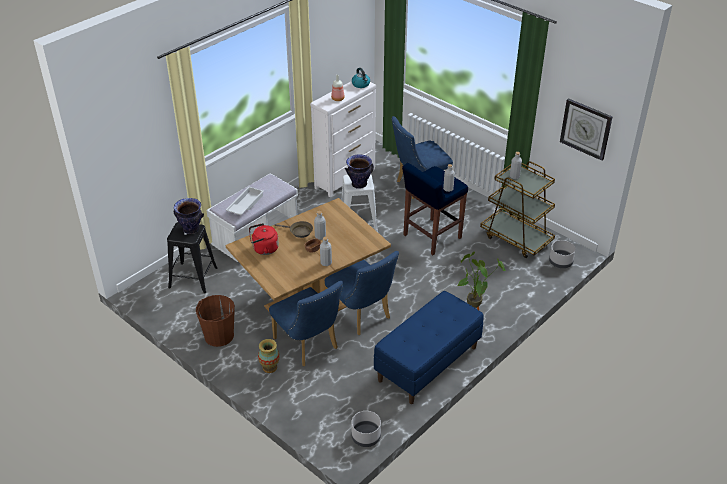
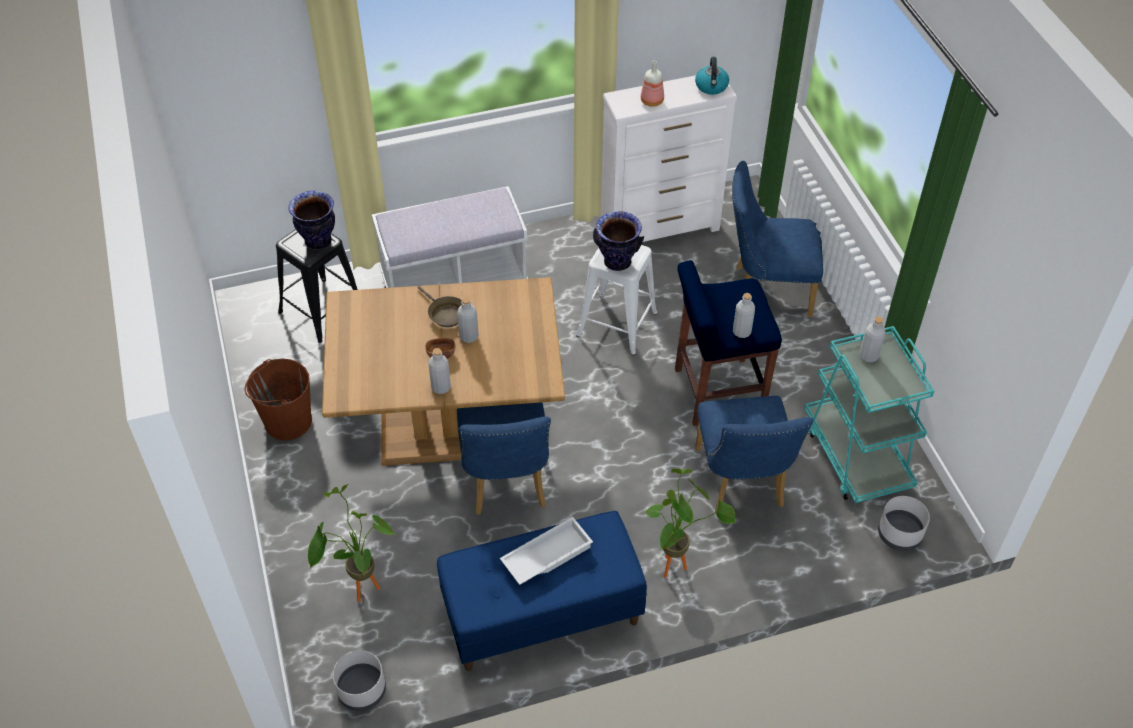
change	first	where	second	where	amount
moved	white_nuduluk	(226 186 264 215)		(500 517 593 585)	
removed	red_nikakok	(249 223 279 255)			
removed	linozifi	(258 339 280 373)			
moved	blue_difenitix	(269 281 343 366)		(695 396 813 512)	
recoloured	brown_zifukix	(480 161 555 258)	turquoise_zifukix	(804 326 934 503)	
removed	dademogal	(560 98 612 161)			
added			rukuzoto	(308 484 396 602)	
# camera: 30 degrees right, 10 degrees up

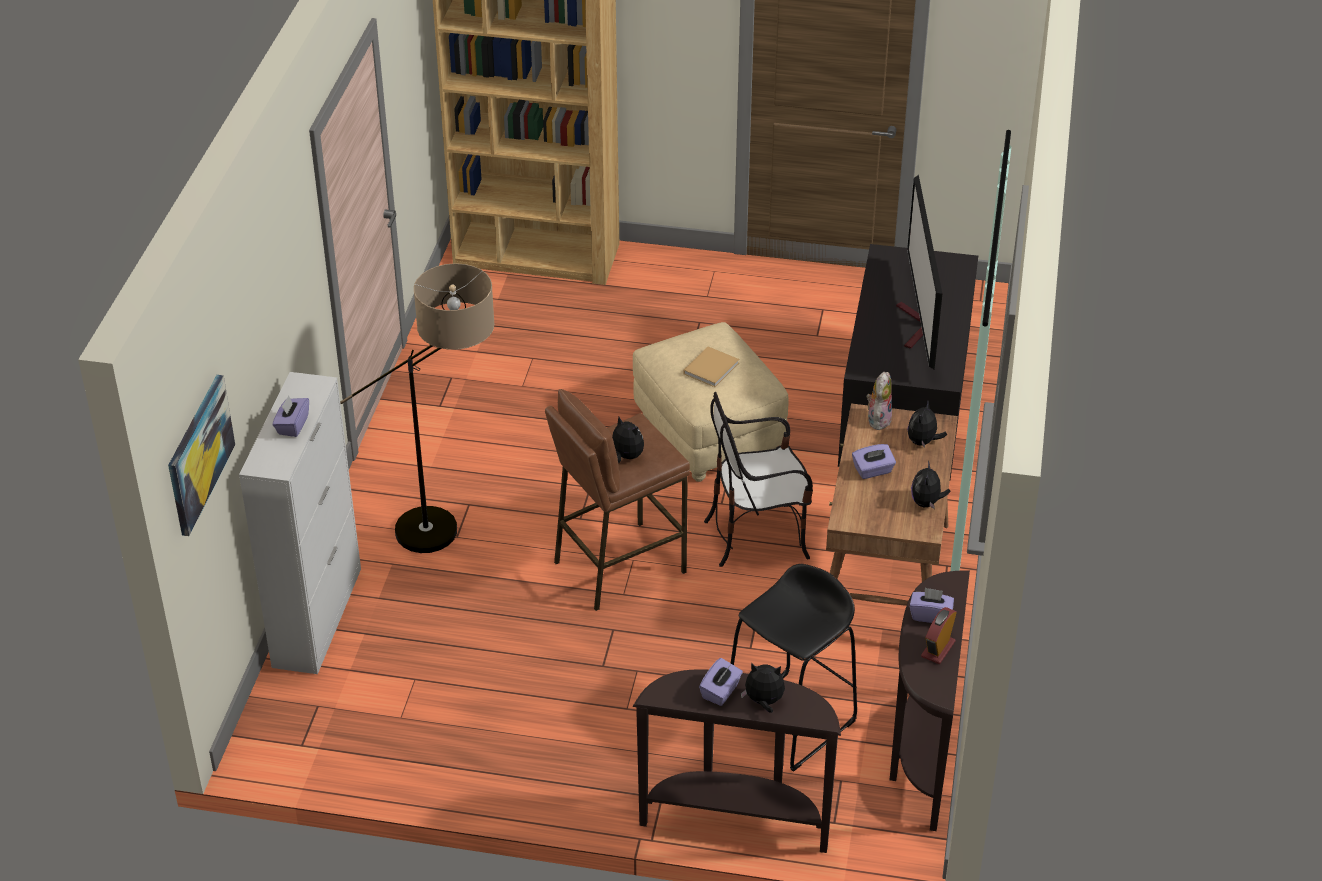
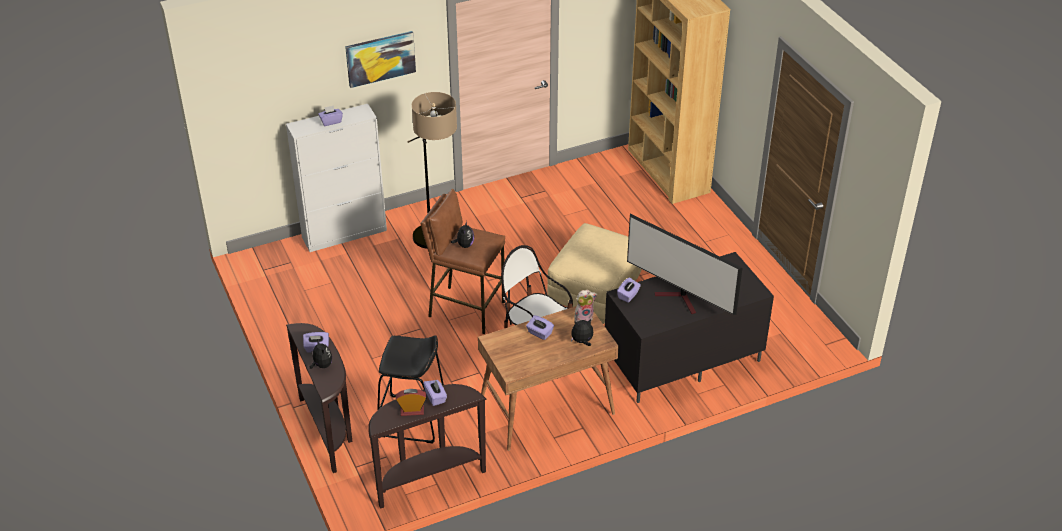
change	first	where	second	where	amount
moved	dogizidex	(168 375 235 536)		(345 31 416 88)	
removed	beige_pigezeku	(683 346 739 387)			
turned	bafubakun	(896 175 942 370)		(627 214 743 315)	105 degrees counterclockwise
removed	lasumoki	(911 460 951 509)			
added			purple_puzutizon	(617 277 641 303)	
# camera: 55 degrees right, 0 degrees up

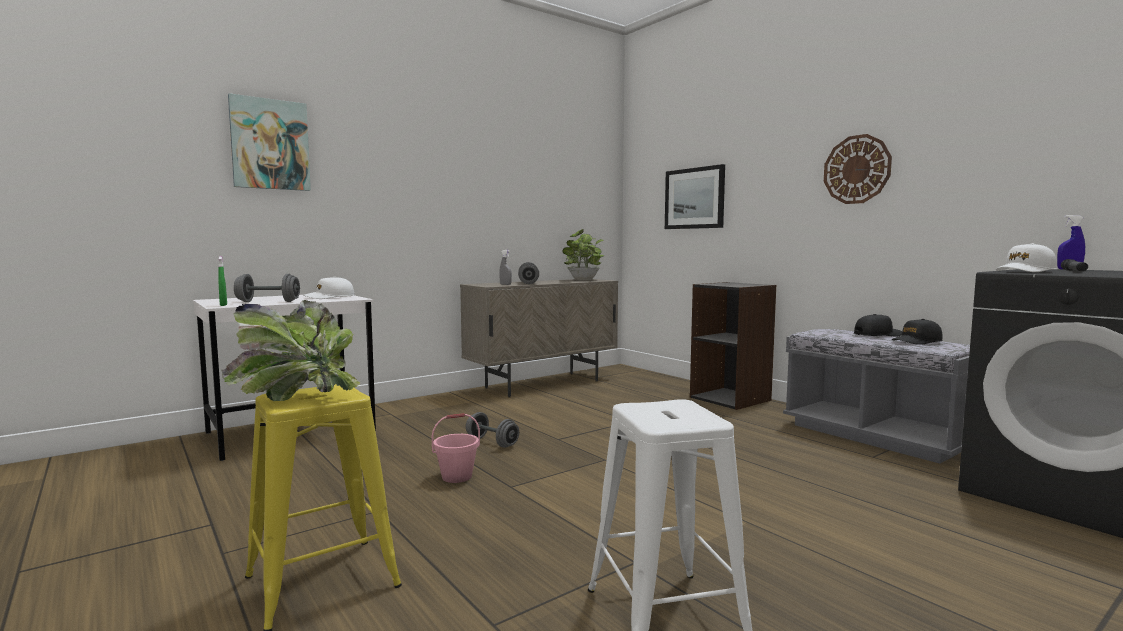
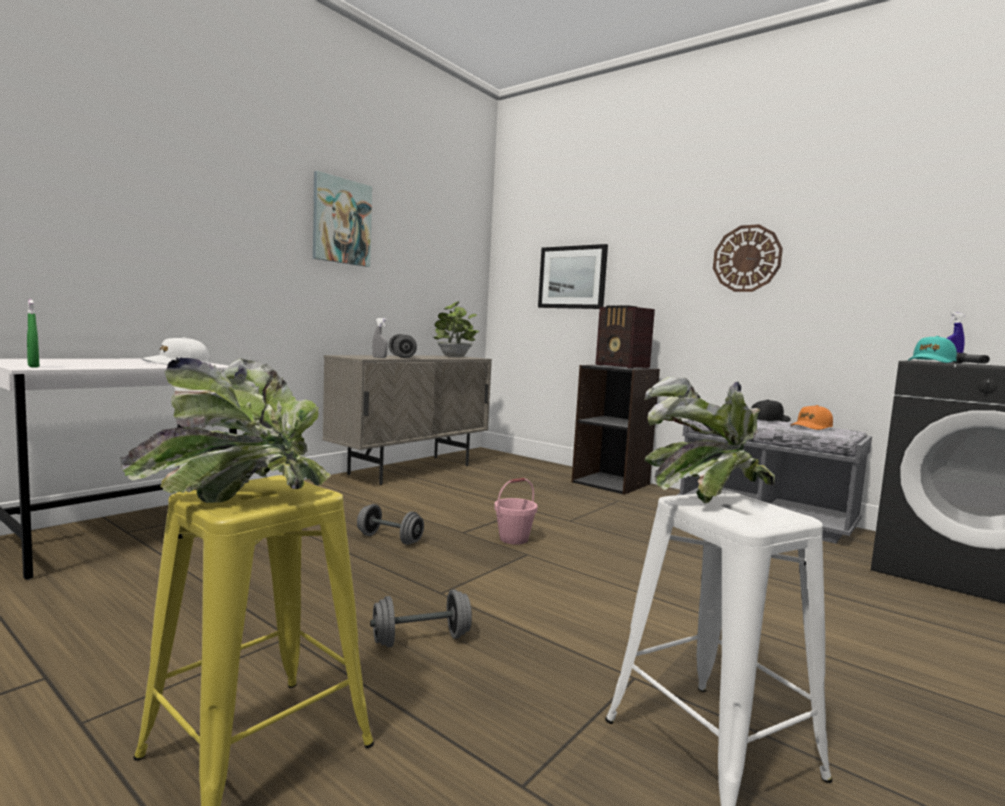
change	first	where	second	where	amount
moved	dogizidex	(228 93 311 191)		(313 171 372 267)	
moved	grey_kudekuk	(234 274 300 302)		(370 589 472 647)	
moved	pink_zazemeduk	(432 413 480 483)		(494 478 538 545)	
recoloured	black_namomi	(892 319 942 345)	orange_namomi	(791 405 833 430)	
recoloured	white_namomi	(996 243 1057 272)	turquoise_namomi	(908 336 957 363)	
added			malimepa	(596 305 655 369)	
added			rukuzoto	(644 377 775 503)	
# camera: 15 degrees left, 0 degrees up

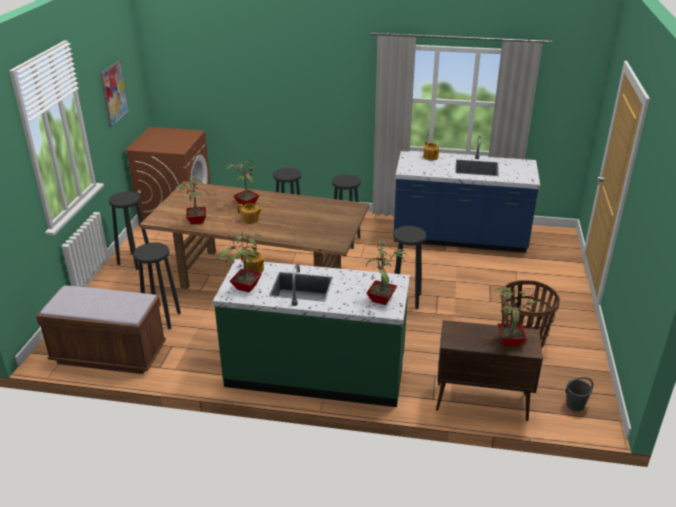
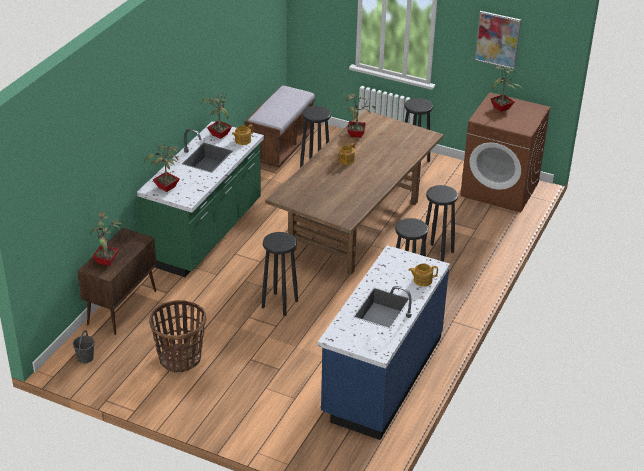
change	first	where	second	where	amount
moved	rukuzoto	(225 159 260 206)		(490 66 523 112)	
# camera: 105 degrees right, 5 degrees up

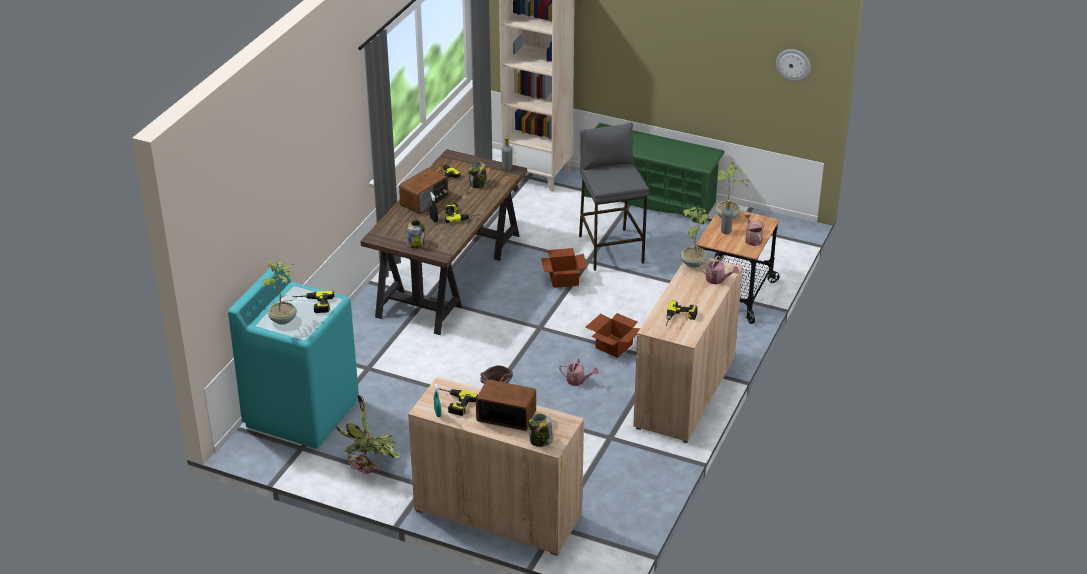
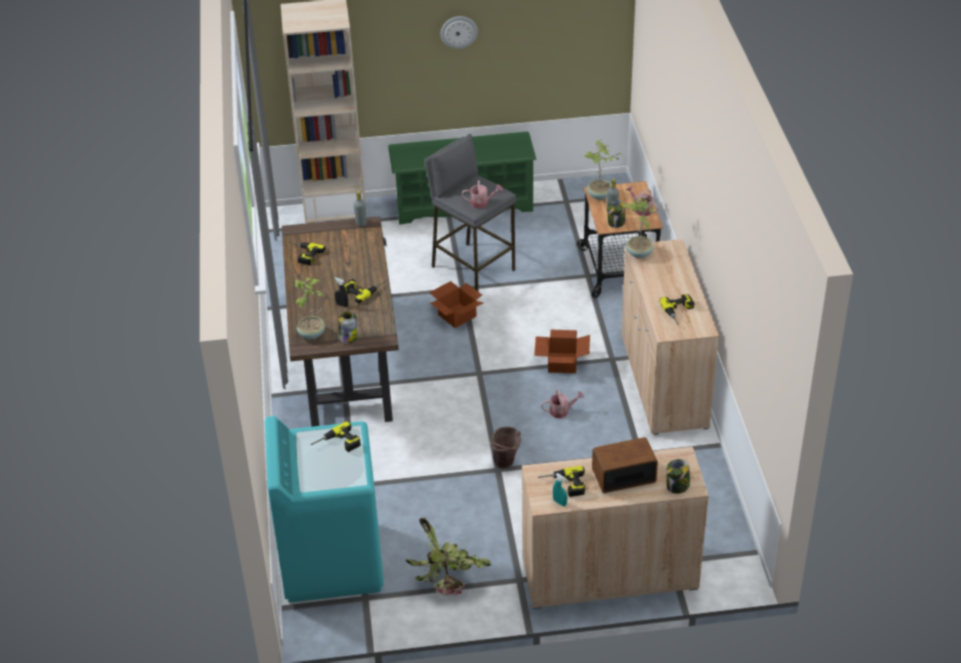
change	first	where	second	where	amount
moved	rukuzoto	(263 260 297 324)		(295 277 325 339)	
removed	malimepa	(399 168 448 214)			
moved	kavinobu	(468 162 488 188)		(607 199 625 228)	
moved	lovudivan	(699 255 739 284)		(462 180 503 208)	
moved	dademogal	(776 49 811 81)		(441 16 478 49)	
# camera: 30 degrees left, 5 degrees up

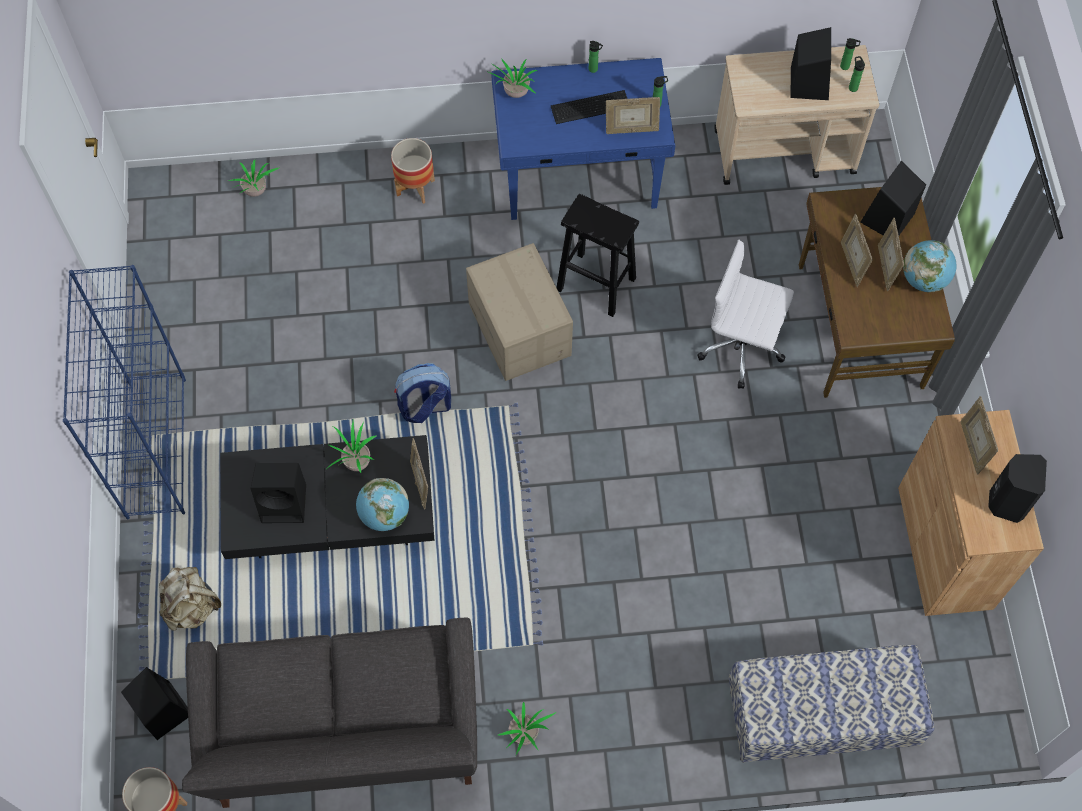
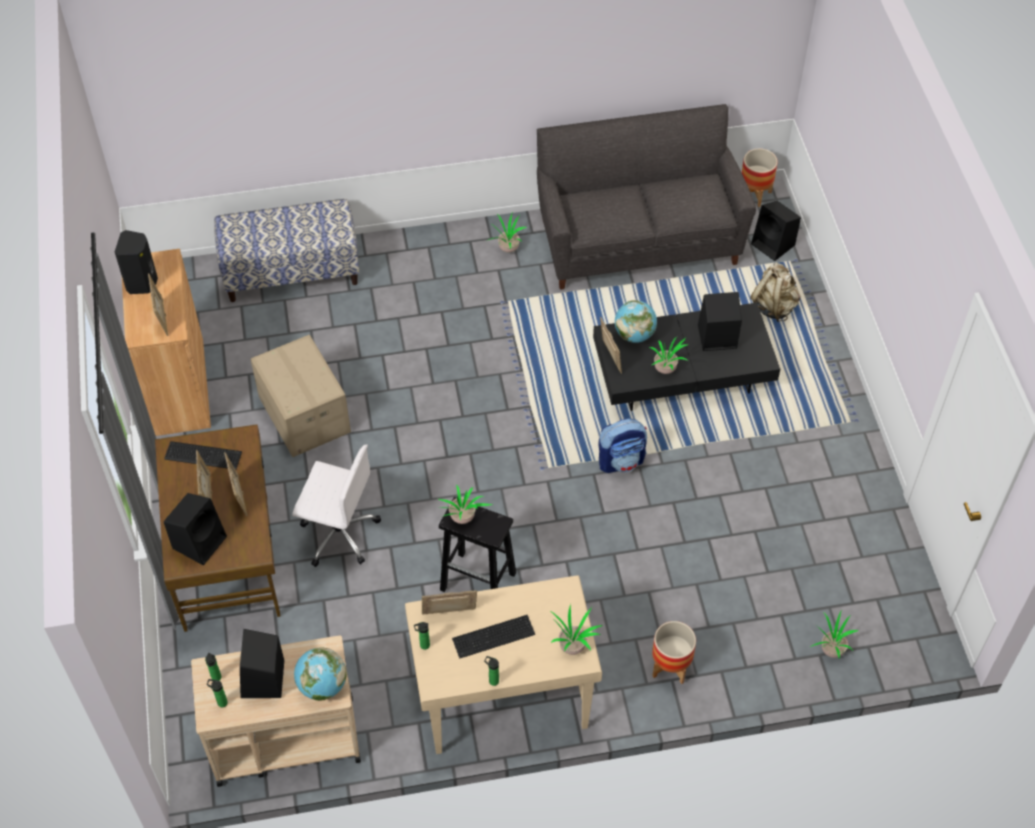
change	first	where	second	where	amount
removed	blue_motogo	(63 265 186 520)			
moved	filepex	(466 243 573 381)		(251 335 351 457)	
recoloured	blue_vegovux	(491 58 675 220)	beige_vegovux	(405 575 602 754)	
moved	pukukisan	(903 240 957 292)		(294 647 347 701)	
added			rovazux	(165 441 242 470)	
added			rukuzoto	(438 485 493 524)	
# camera: 175 degrees right, 10 degrees down

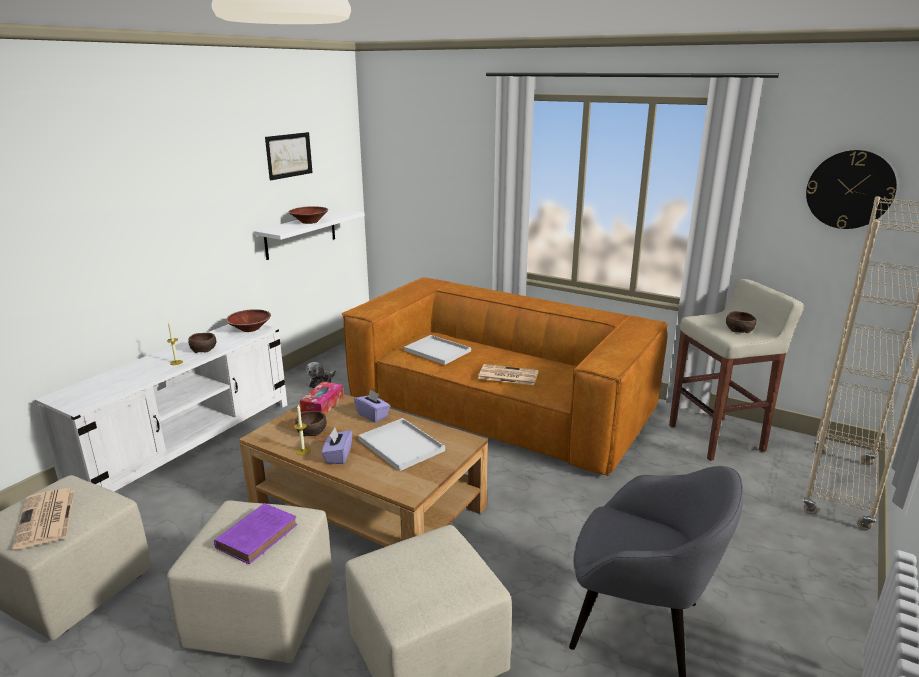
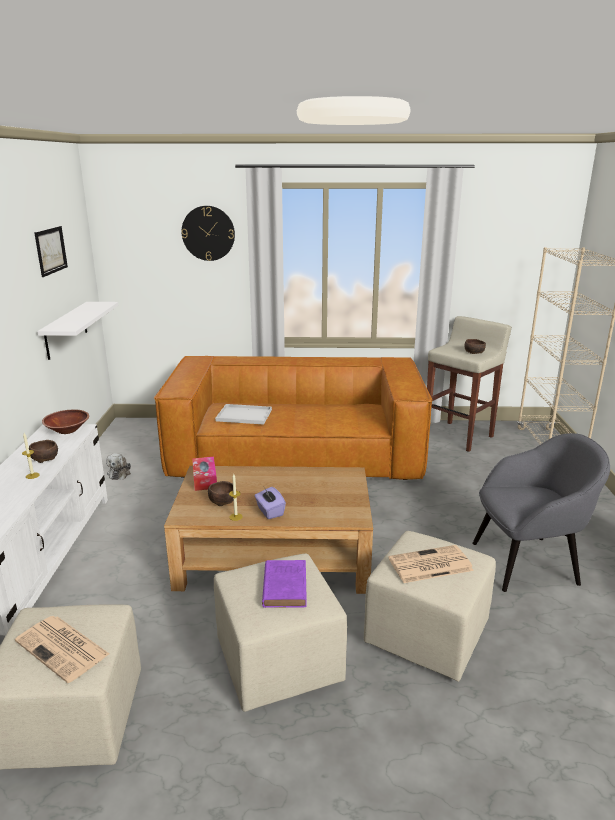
change	first	where	second	where	amount
removed	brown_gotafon	(289 206 328 224)			
removed	purple_puzutizon	(354 389 391 422)			
removed	white_nuduluk	(358 418 445 471)			
moved	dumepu	(478 364 539 385)		(388 545 474 583)	
moved	dademogal	(806 150 897 229)		(182 206 235 261)	
# camera: 30 degrees left, 0 degrees up

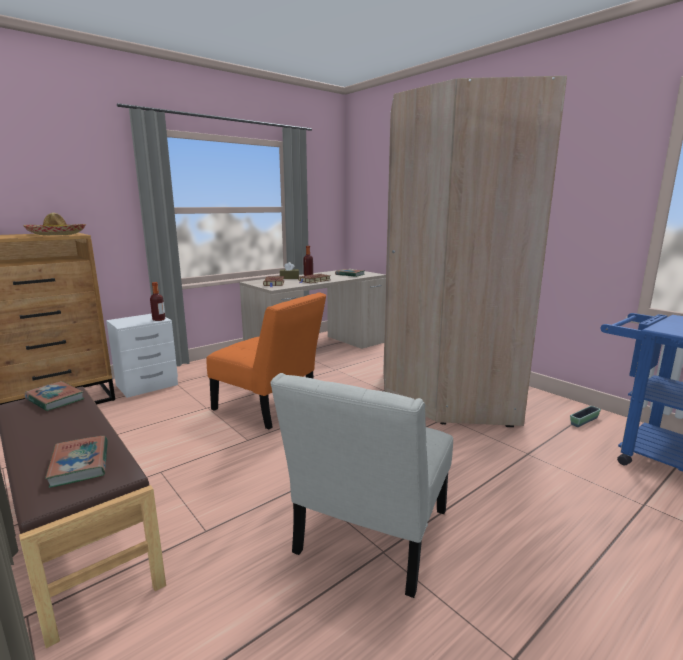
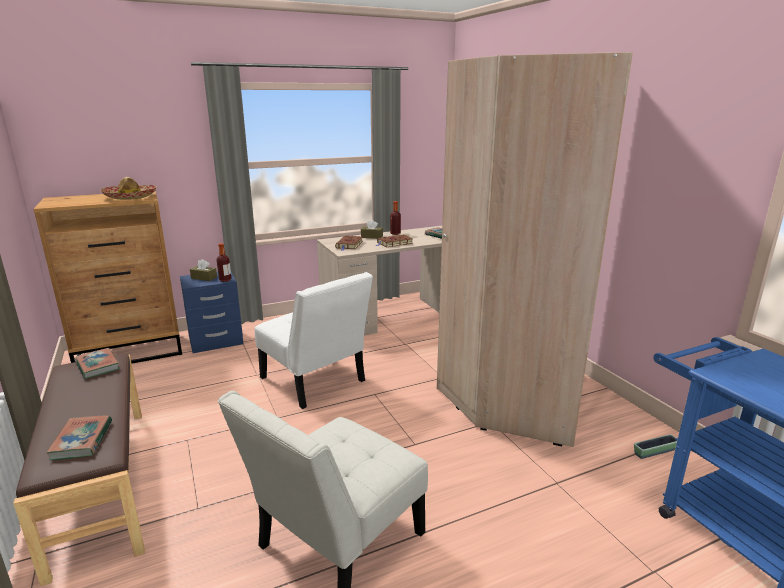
change	first	where	second	where	amount
recoloured	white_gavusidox	(106 314 178 398)	blue_gavusidox	(180 271 243 353)	
recoloured	orange_difenitix	(206 292 326 429)	white_difenitix	(254 272 373 409)	
added			brown_puzutizon	(190 259 217 281)	
# camera: 15 degrees right, 5 degrees up

